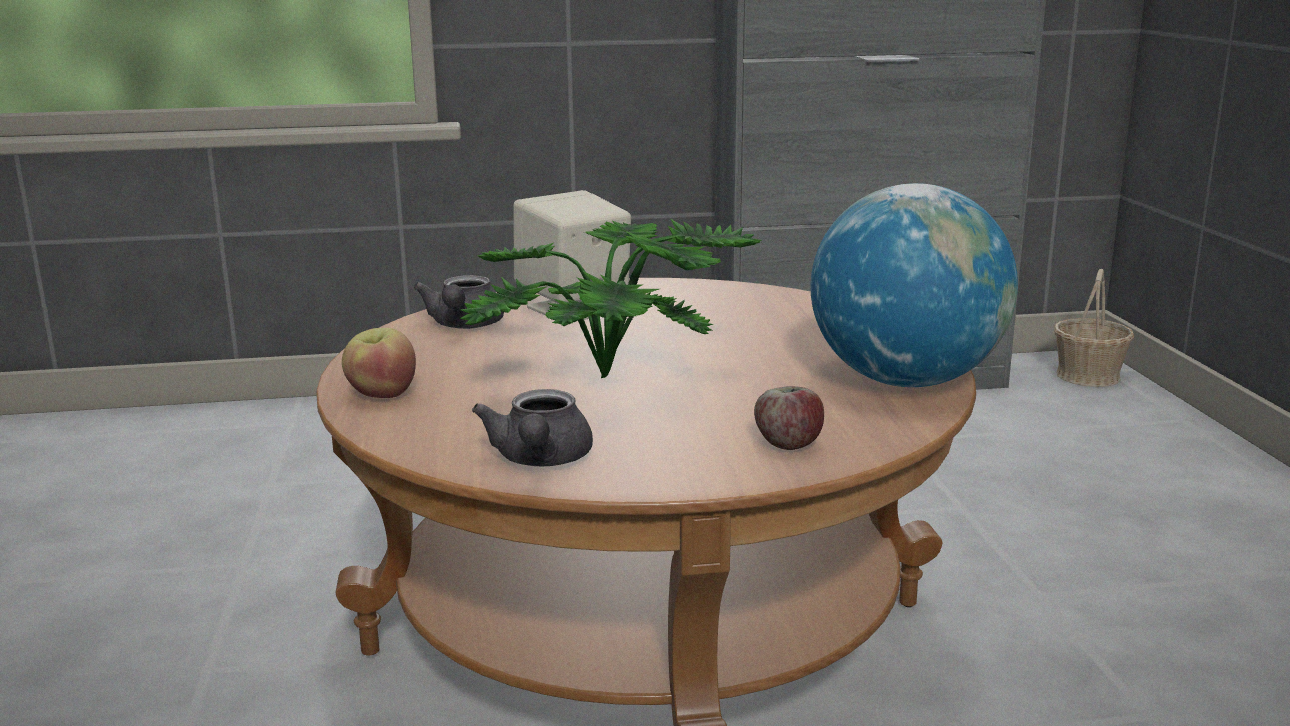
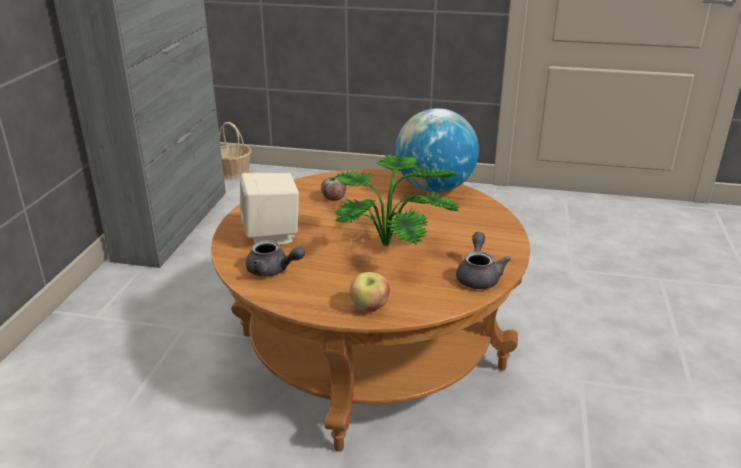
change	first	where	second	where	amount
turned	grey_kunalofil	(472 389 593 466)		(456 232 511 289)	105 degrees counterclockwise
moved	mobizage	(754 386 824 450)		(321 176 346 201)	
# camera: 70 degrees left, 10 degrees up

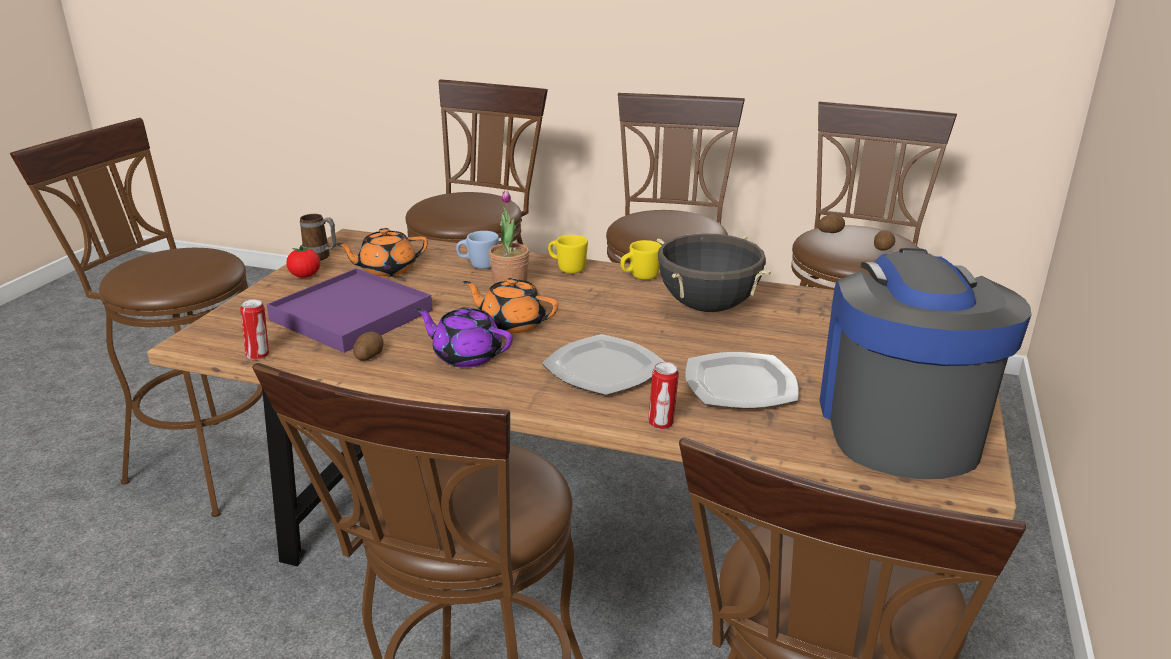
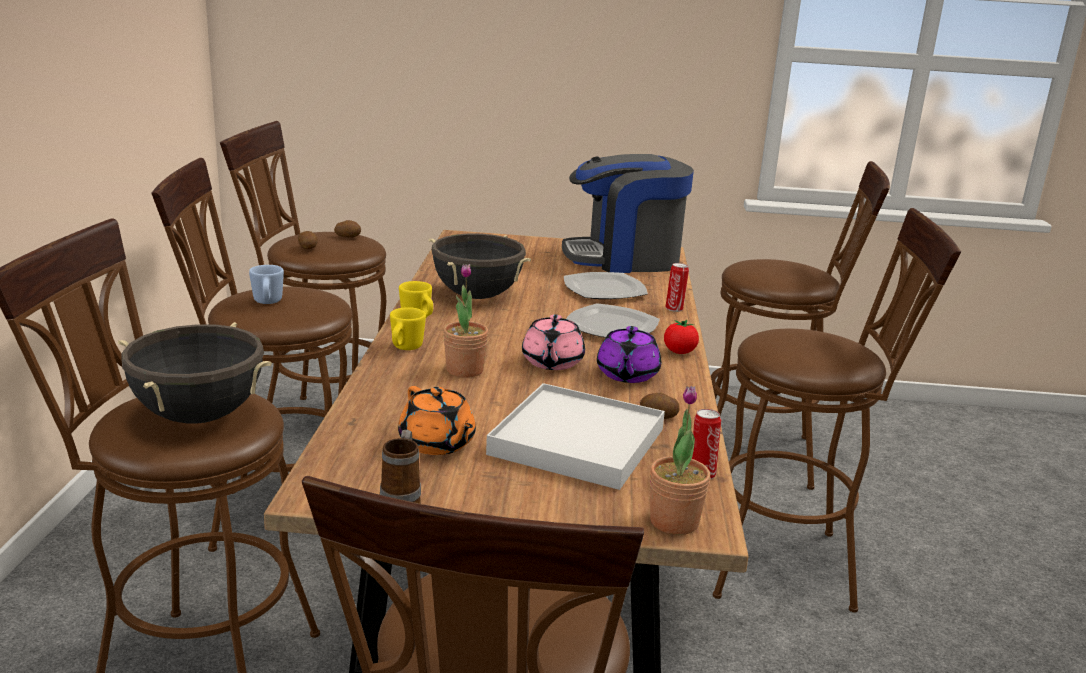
change	first	where	second	where	amount
recoloured	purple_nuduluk	(266 268 432 353)	white_nuduluk	(486 383 665 490)	
moved	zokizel	(286 245 320 278)		(664 320 699 354)	
moved	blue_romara	(456 231 499 269)		(249 265 284 304)	
recoloured	orange_kunalofil	(463 278 558 334)	pink_kunalofil	(522 314 585 370)	
added			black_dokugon	(118 322 272 424)	
added			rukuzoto	(650 386 711 535)	
# camera: 105 degrees left, 5 degrees down

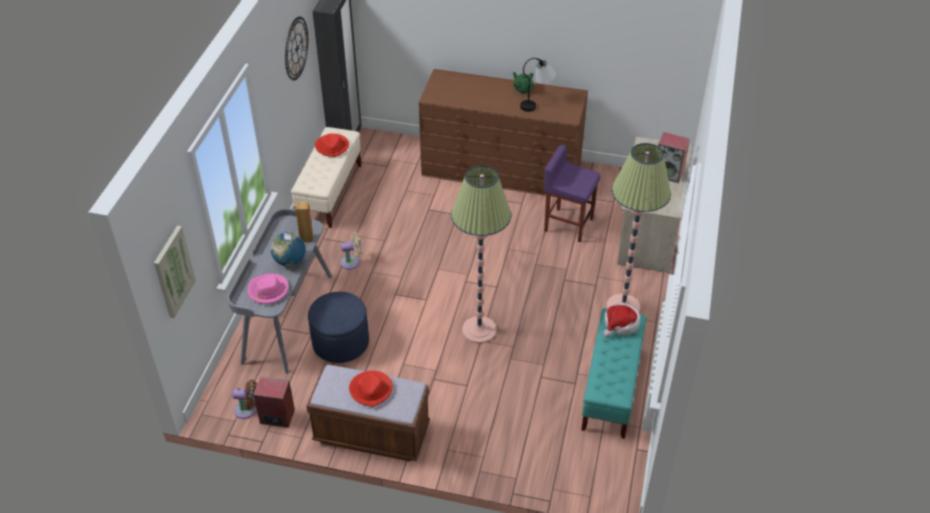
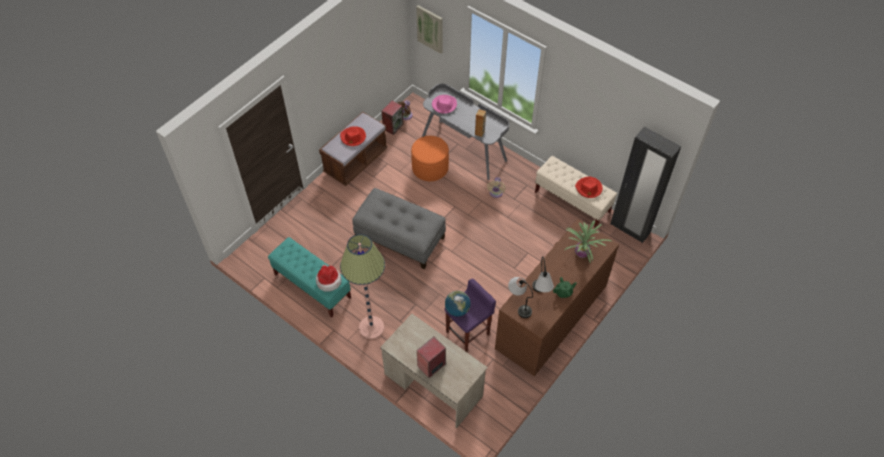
change	first	where	second	where	amount
moved	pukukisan	(271 232 305 266)		(445 291 471 317)	
removed	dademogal	(285 17 308 80)			
recoloured	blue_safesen	(308 292 369 363)	orange_safesen	(411 136 449 181)	
replaced	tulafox	(451 166 511 343)	grey_safesen	(352 188 446 269)	
added			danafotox	(508 277 533 318)	
added			rukuzoto	(565 220 611 264)	
# camera: 115 degrees right, 10 degrees up

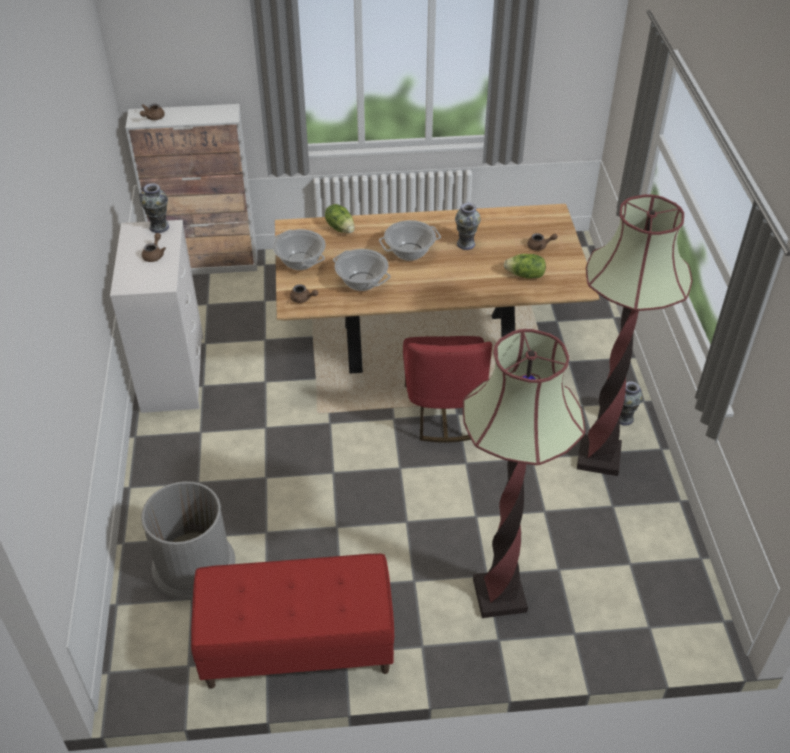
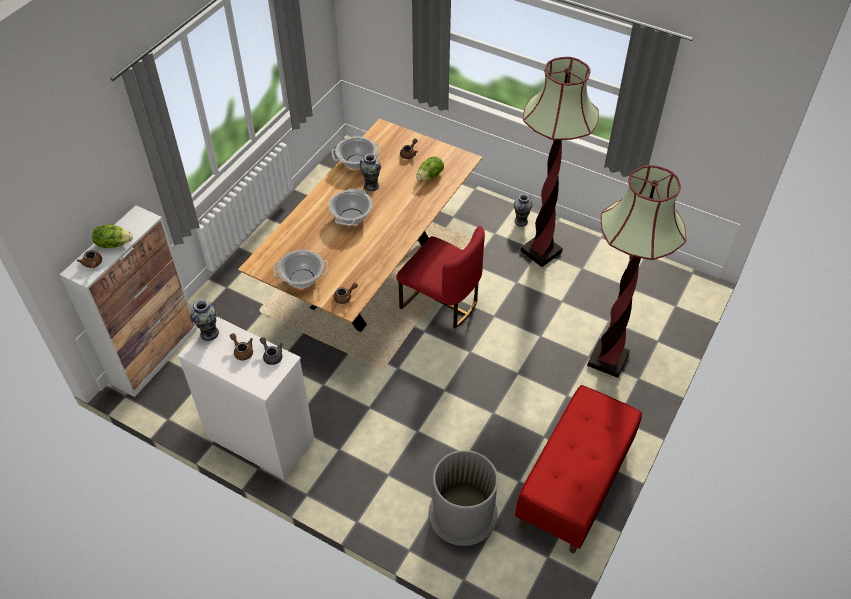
change	first	where	second	where	amount
moved	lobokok	(325 204 355 233)		(92 225 133 248)	
moved	dokugon	(333 249 391 291)		(331 136 381 170)	
added			grey_kunalofil	(260 337 283 365)	
# camera: 55 degrees left, 5 degrees up

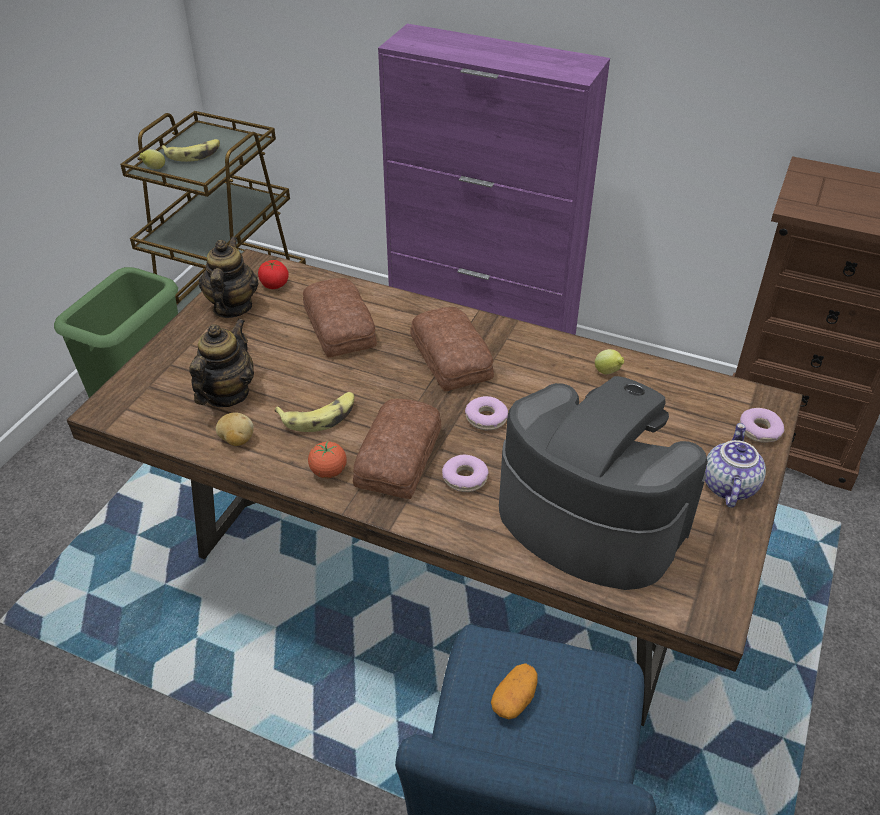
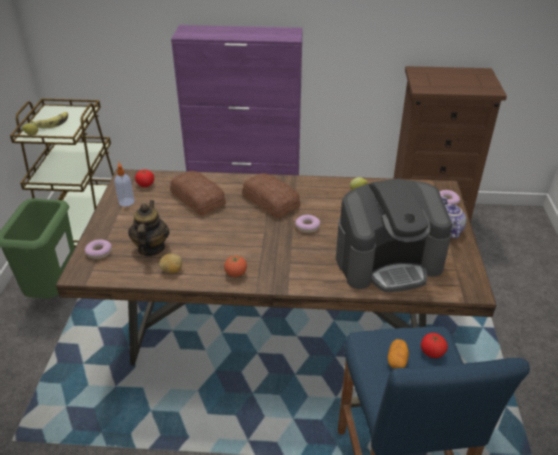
change	first	where	second	where	amount
replaced	kunalofil	(199 237 259 318)	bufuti	(114 161 134 206)	
removed	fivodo	(275 392 355 432)			
removed	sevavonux	(353 399 441 499)			
moved	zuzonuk	(442 455 489 492)		(85 239 112 259)	
turned	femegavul	(499 376 708 590)		(336 179 453 292)	150 degrees clockwise
added			zokizel	(421 333 448 358)	
# camera: 20 degrees left, 5 degrees down

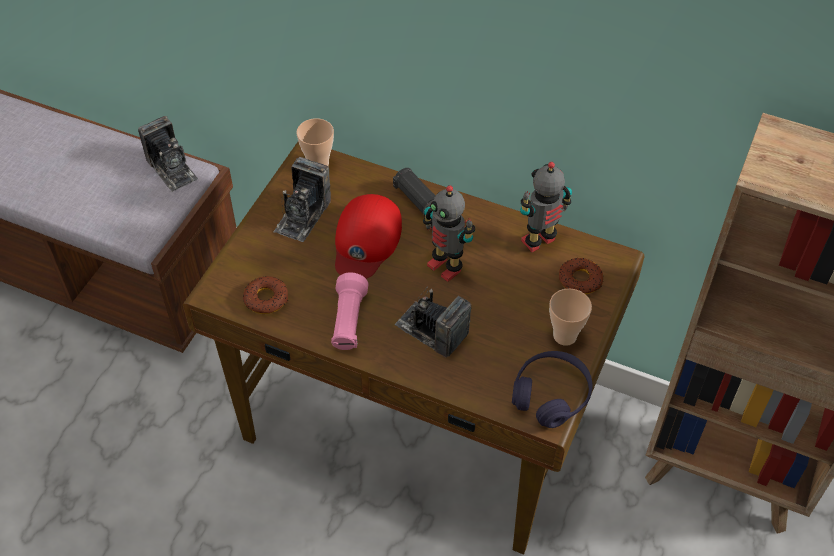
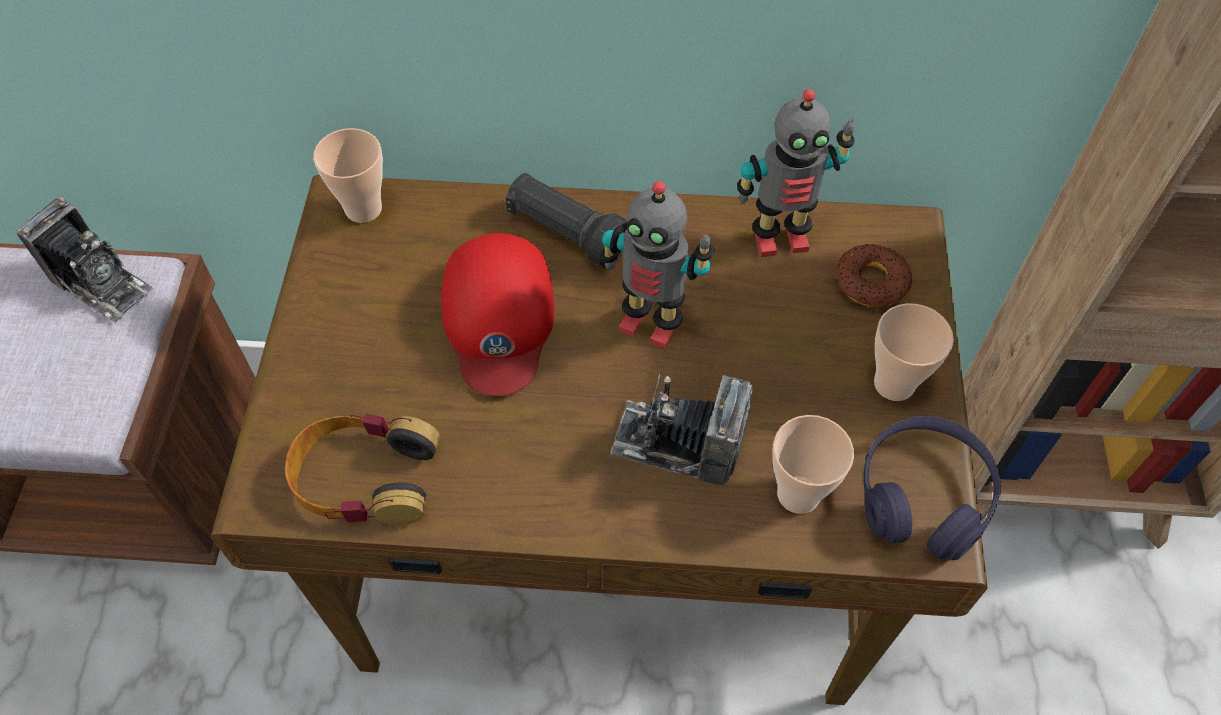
change	first	where	second	where	amount
replaced	zuzonuk	(243 276 288 314)	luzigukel	(285 414 440 525)	
removed	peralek	(273 157 331 242)			
removed	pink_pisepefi	(331 273 369 350)			
turned	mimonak	(520 162 572 252)		(737 89 854 257)	135 degrees counterclockwise
added			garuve	(772 415 854 514)	
# camera: 20 degrees left, 5 degrees up

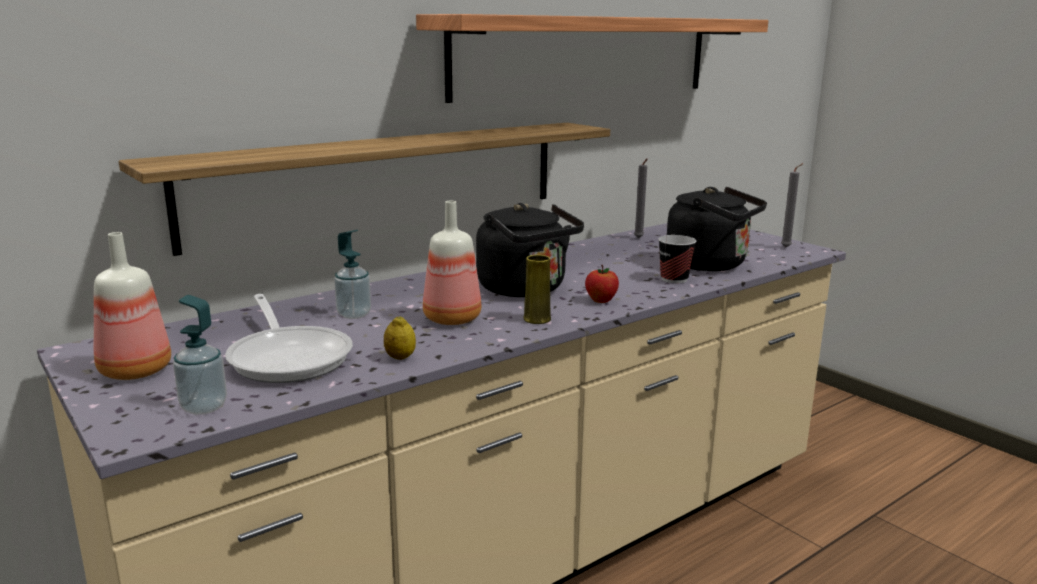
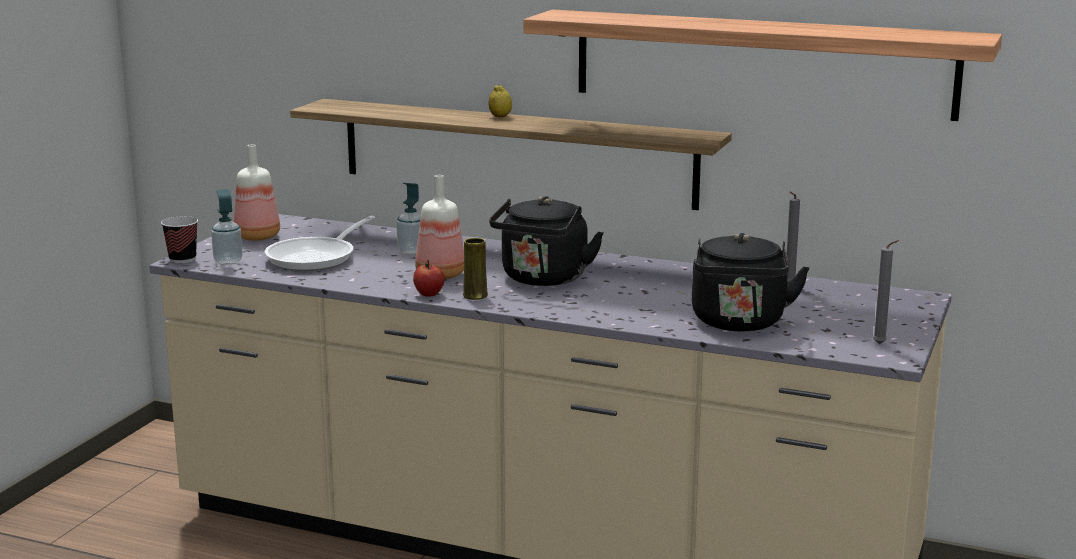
change	first	where	second	where	amount
moved	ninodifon	(384 316 416 360)		(488 84 512 117)	
moved	mobizage	(585 265 619 303)		(413 260 445 297)	
moved	garuve	(658 235 696 283)		(161 216 198 263)	
# camera: 60 degrees right, 0 degrees up

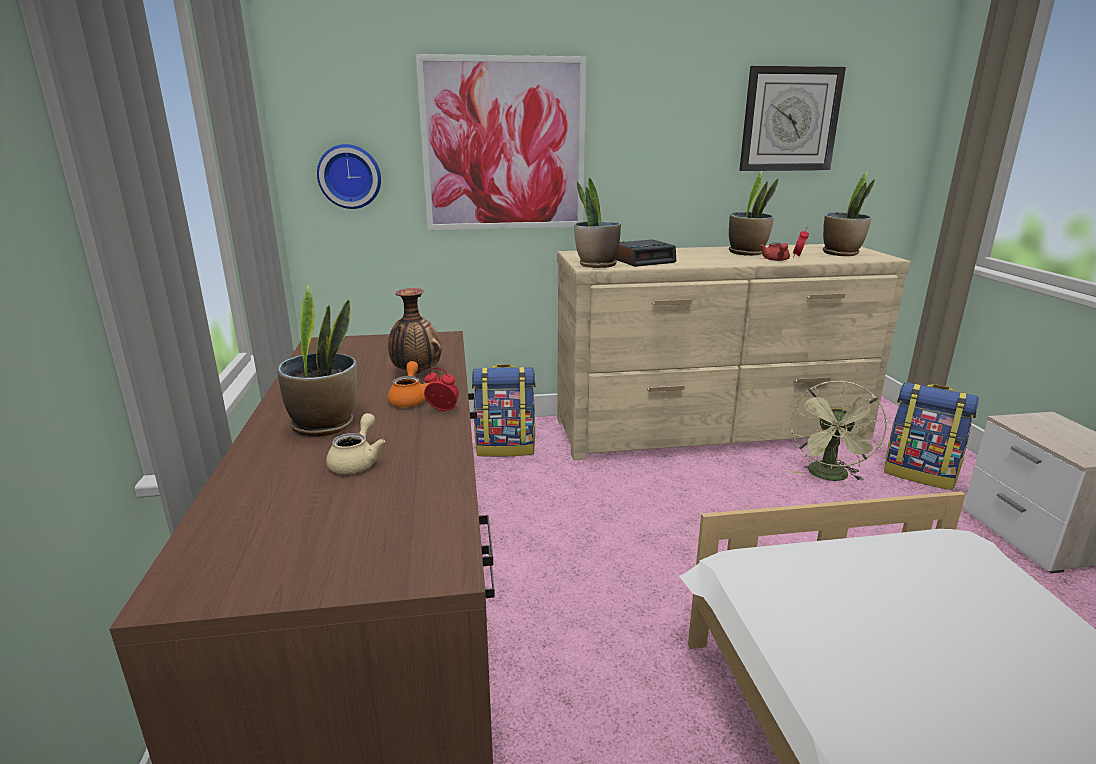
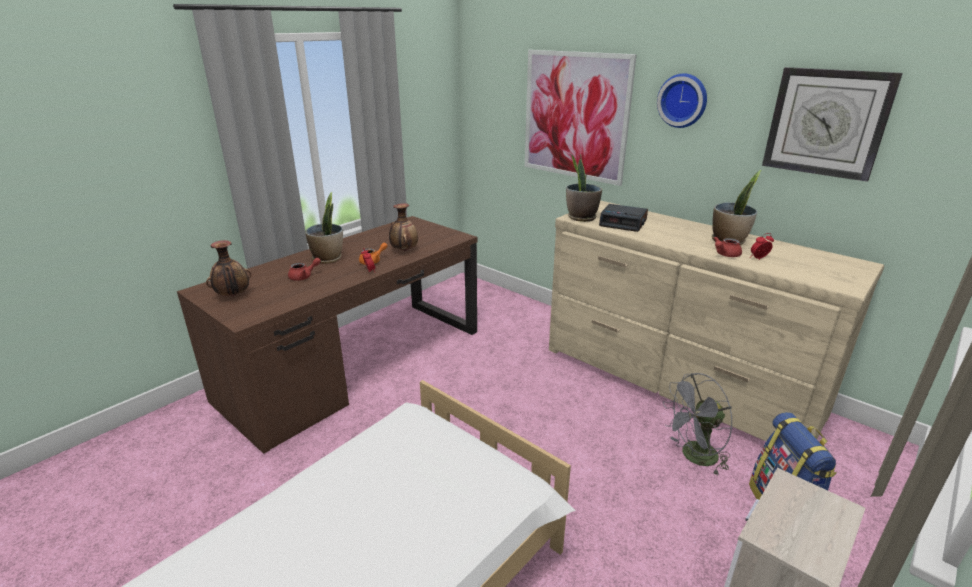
change	first	where	second	where	amount
moved	dademogal	(317 144 381 209)		(657 73 707 128)	
recoloured	beige_kunalofil	(326 413 385 474)	red_kunalofil	(288 258 321 281)	
removed	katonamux	(472 364 536 457)			
recoloured	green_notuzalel	(791 381 887 481)	grey_notuzalel	(663 373 732 476)	
removed	rukuzoto	(823 171 875 256)			
added			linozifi	(206 240 251 296)	
# camera: 50 degrees right, 5 degrees up

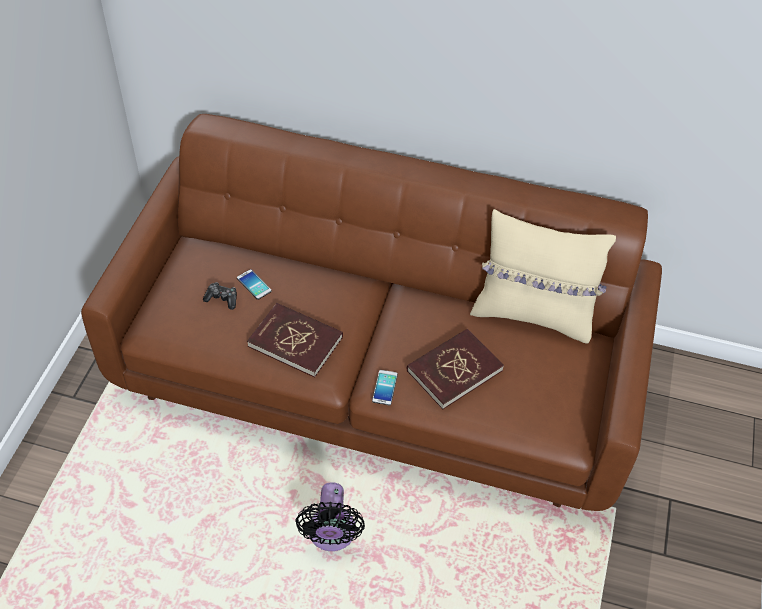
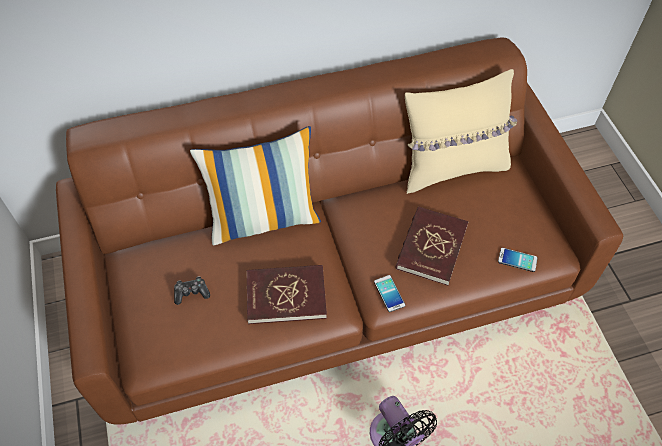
change	first	where	second	where	amount
moved	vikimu	(237 269 272 300)		(498 248 538 272)	
added			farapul	(190 126 321 245)	
# camera: 30 degrees left, 5 degrees up

